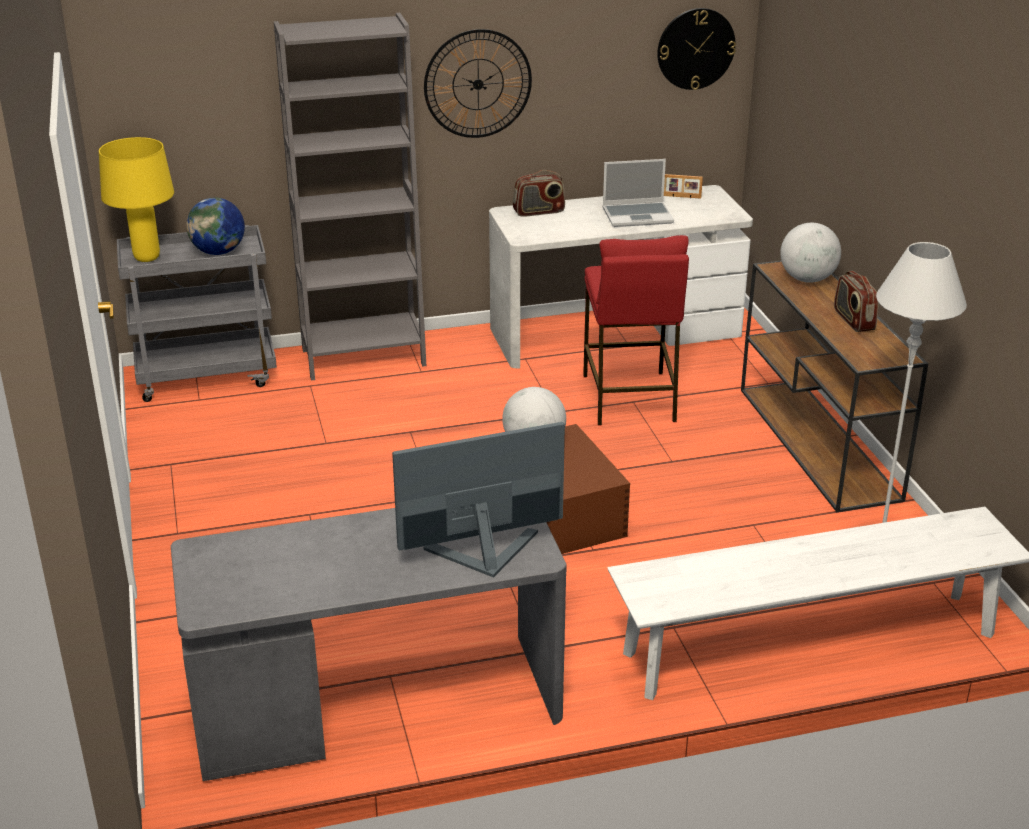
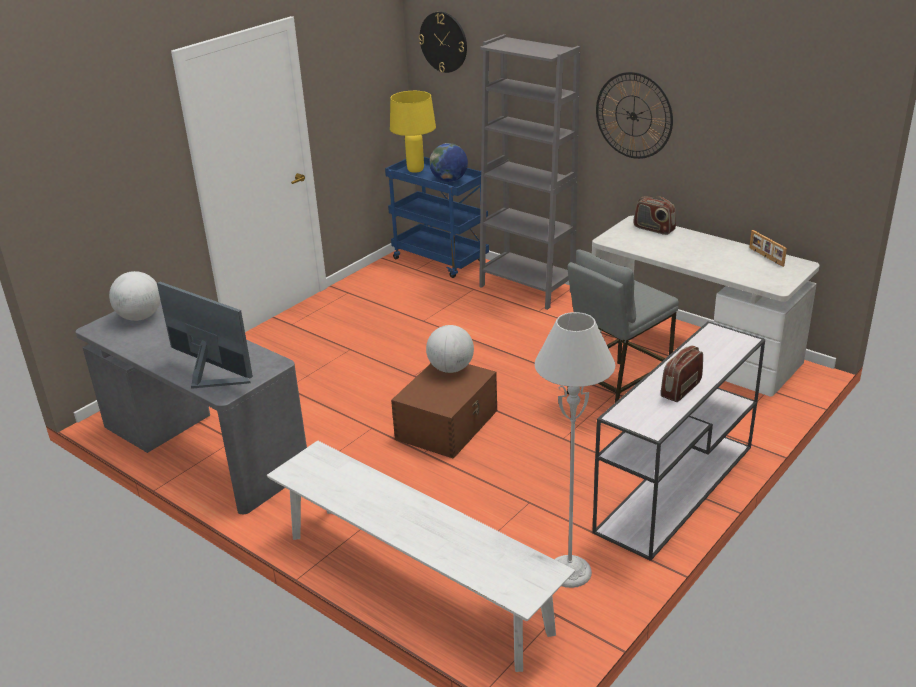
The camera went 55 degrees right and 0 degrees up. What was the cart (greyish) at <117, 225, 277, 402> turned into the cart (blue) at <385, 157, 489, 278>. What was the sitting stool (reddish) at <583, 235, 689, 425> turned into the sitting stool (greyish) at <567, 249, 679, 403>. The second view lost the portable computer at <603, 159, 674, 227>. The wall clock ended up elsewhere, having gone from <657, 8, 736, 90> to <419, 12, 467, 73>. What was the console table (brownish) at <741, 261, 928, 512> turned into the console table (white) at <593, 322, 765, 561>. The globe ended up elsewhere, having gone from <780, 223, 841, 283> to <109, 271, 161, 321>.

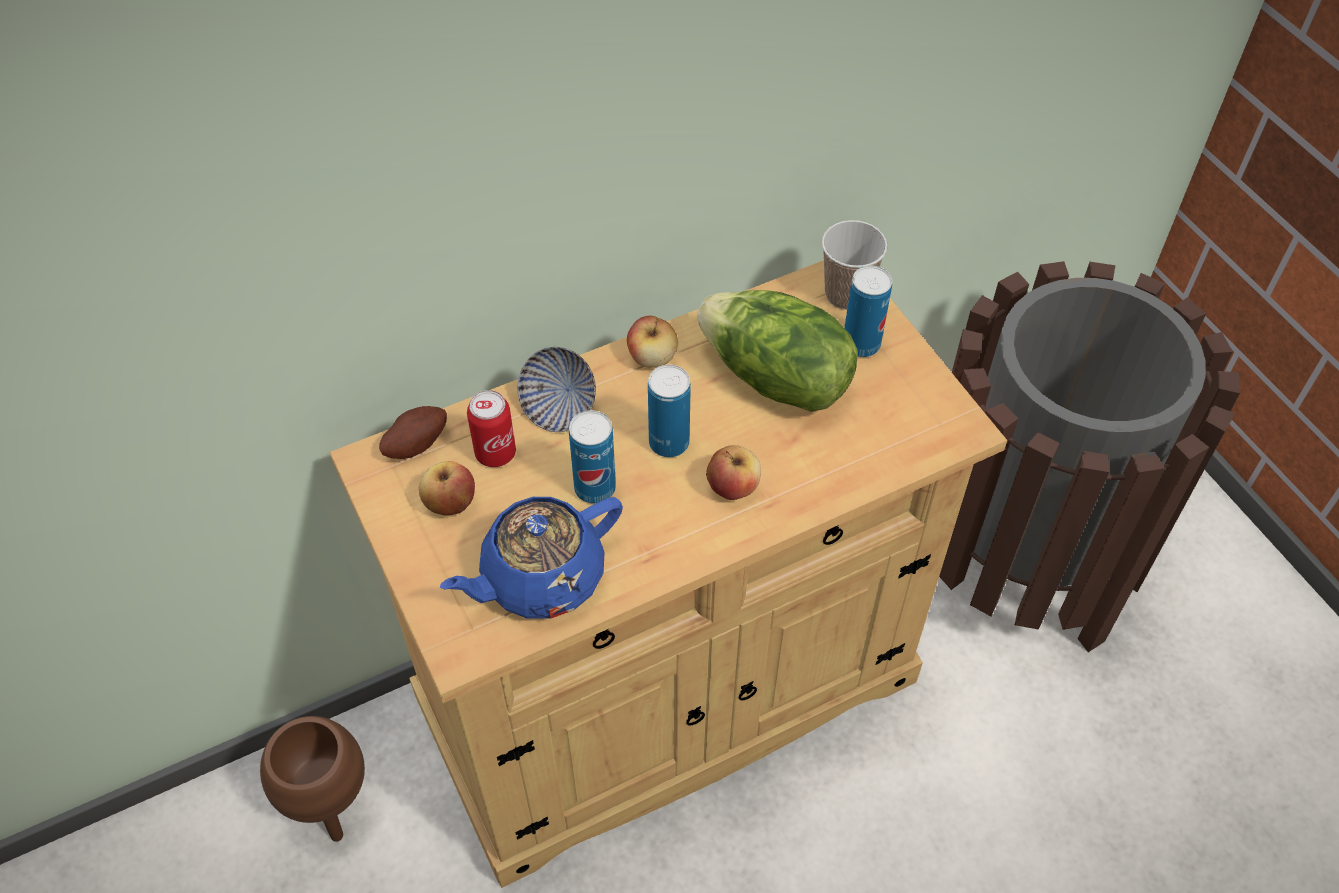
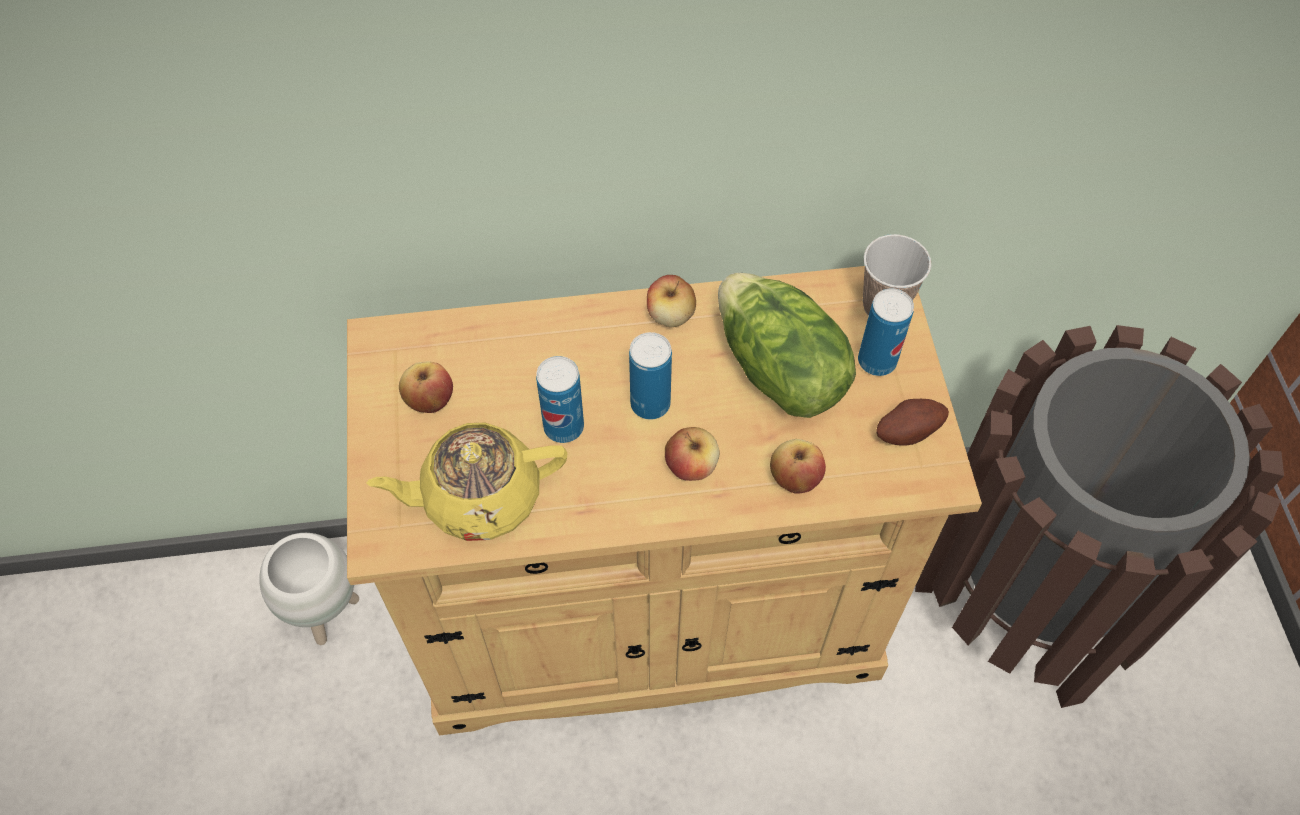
The camera went 20 degrees right and 5 degrees up. What was the flower pot (brownish) at <260, 716, 365, 842> turned into the flower pot (white) at <259, 533, 359, 645>. The potato ended up elsewhere, having gone from <379, 406, 447, 459> to <876, 399, 949, 446>. What was the pot for tea (blue) at <440, 497, 623, 619> turned into the pot for tea (yellow) at <366, 423, 567, 541>. The second view lost the can at <467, 390, 516, 467>. The second view lost the serving bowl at <517, 347, 596, 432>. The second view gained the whole apple at <770, 439, 826, 494>.

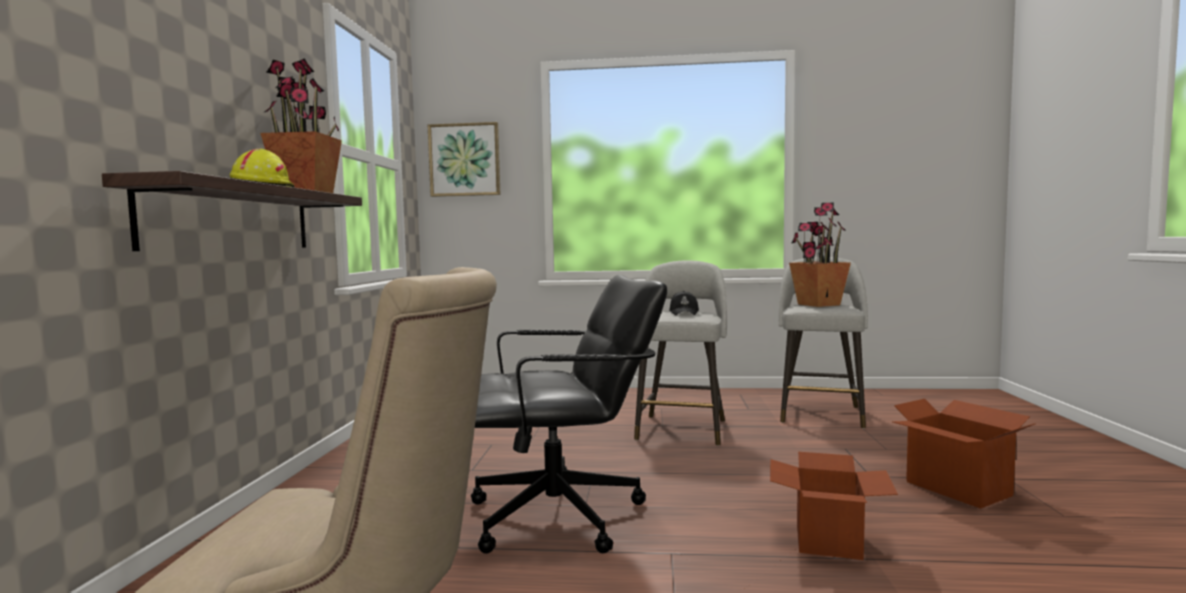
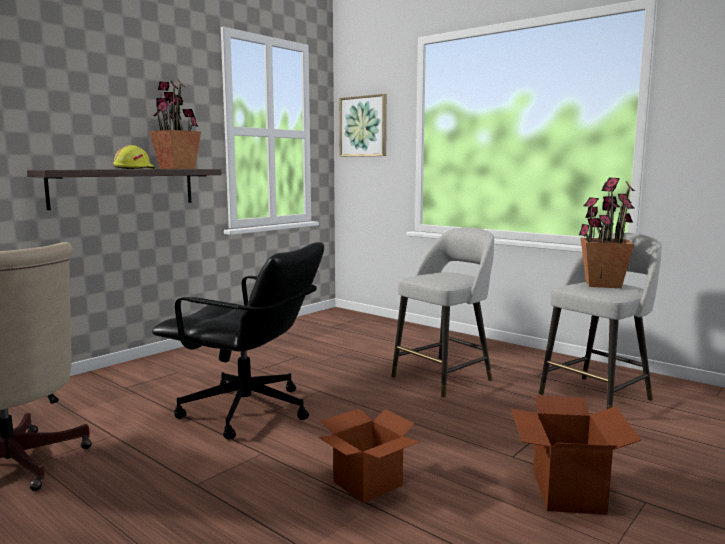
The camera went 35 degrees right and 5 degrees up. The second view lost the baseball cap (blackish) at <669, 291, 699, 315>.

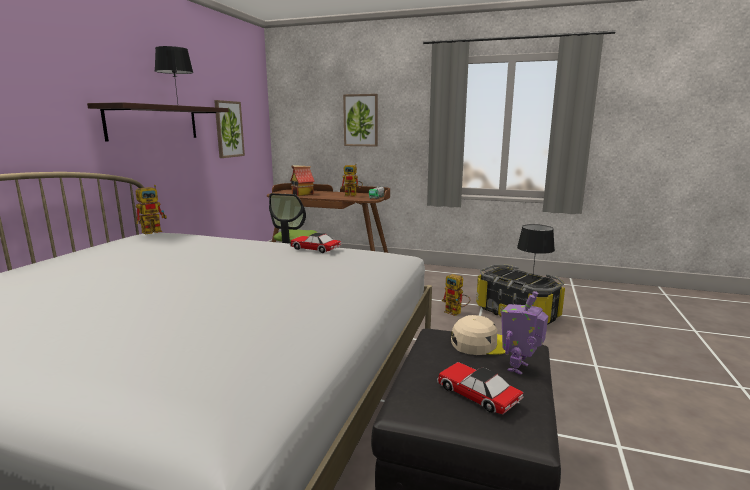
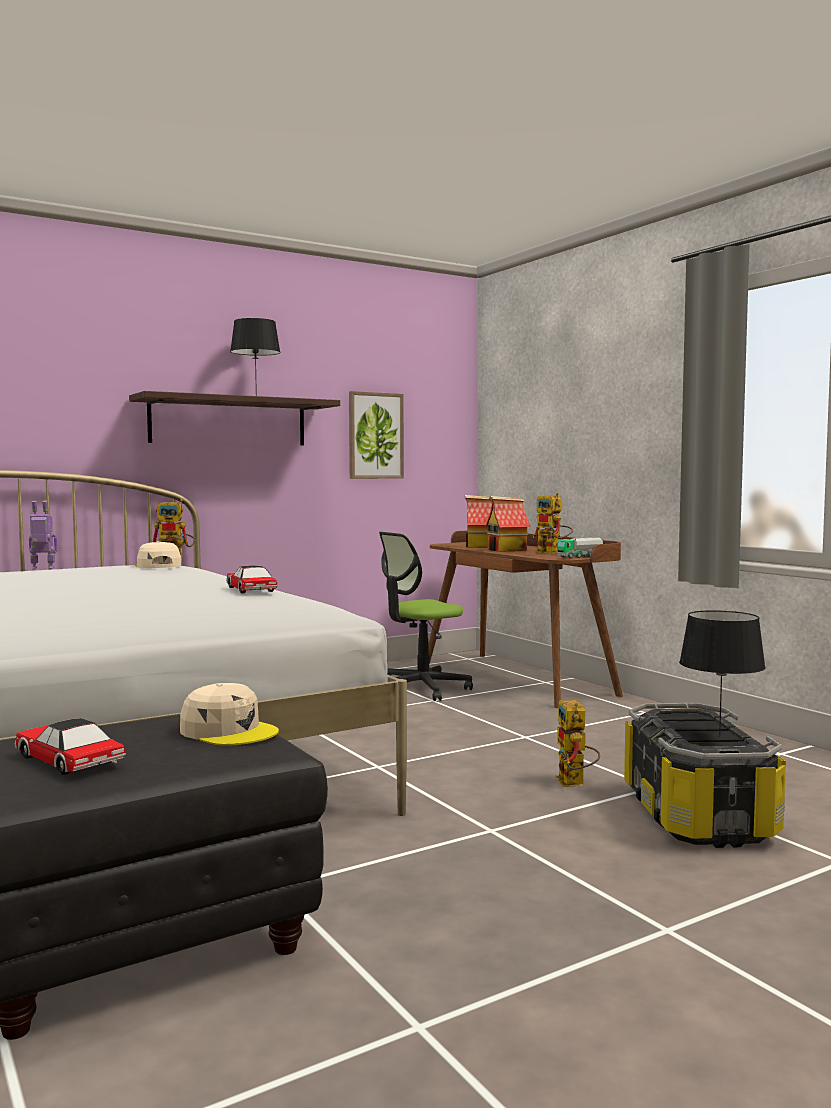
The camera went 40 degrees right and 10 degrees down. The second view lost the wall art at <343, 94, 378, 147>. The model car at <437, 362, 524, 414> ended up facing another way, 45 degrees counterclockwise from before. The robot figure ended up elsewhere, having gone from <501, 291, 548, 375> to <29, 501, 57, 569>. The second view gained the baseball cap (beige) at <136, 541, 181, 568>. The second view gained the toy house at <486, 496, 530, 552>.

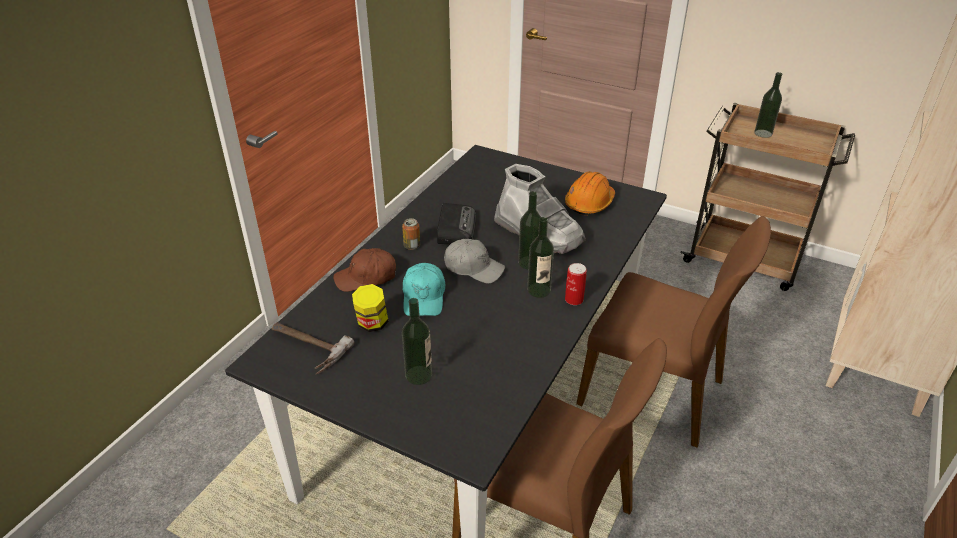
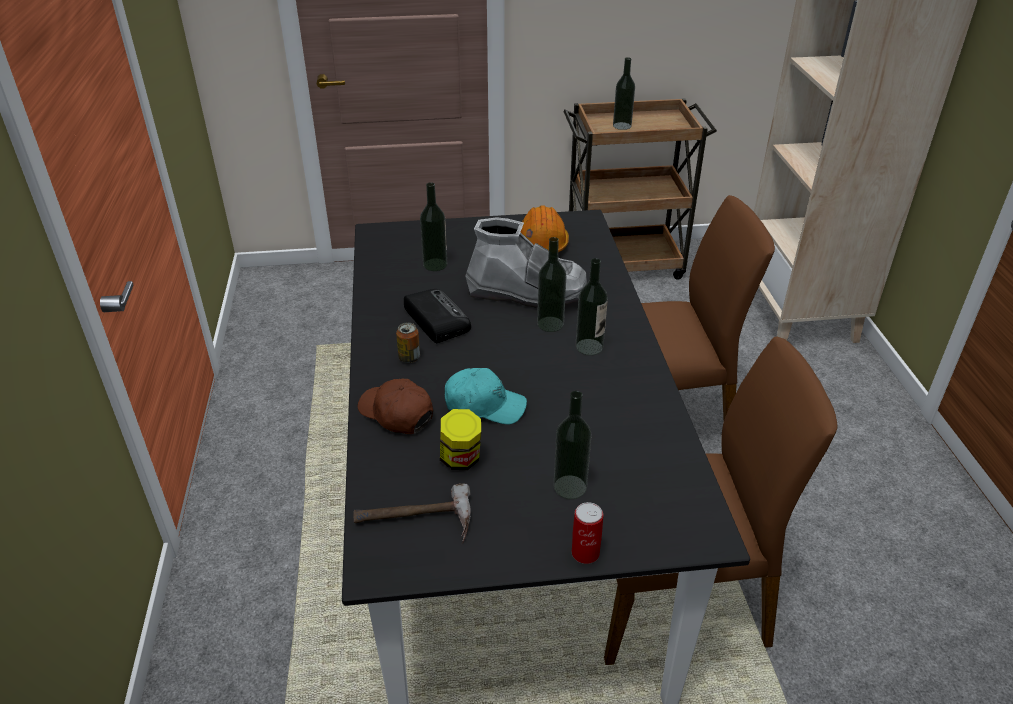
The camera went 35 degrees left and 0 degrees up. The baseball cap (brownish) at <333, 248, 396, 292> ended up facing another way, 90 degrees clockwise from before. The baseball cap (turquoise-coloured) at <403, 263, 445, 316> ended up facing another way, 45 degrees counterclockwise from before. The second view lost the baseball cap (greyish) at <444, 239, 505, 284>. The can ended up elsewhere, having gone from <565, 263, 587, 305> to <572, 502, 603, 564>. The second view gained the drink bottle at <420, 182, 447, 271>.

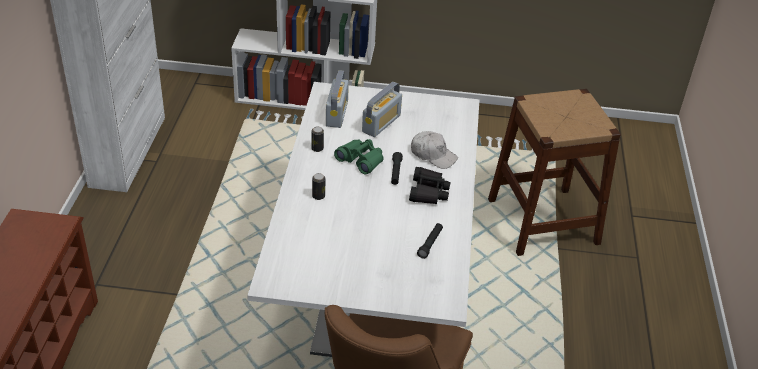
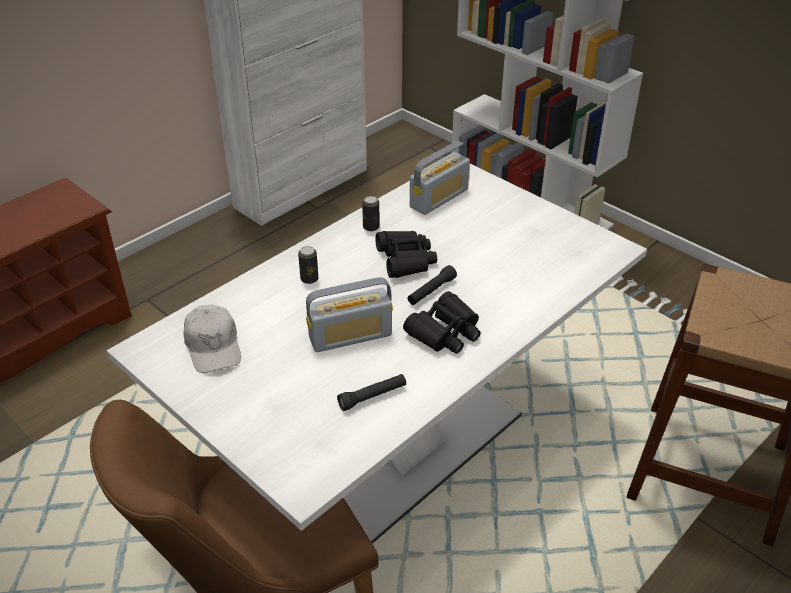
The camera went 40 degrees right and 0 degrees up. What was the pair of binoculars (greenish) at <334, 139, 384, 175> turned into the pair of binoculars (blackish) at <375, 231, 437, 278>. The radio receiver ended up elsewhere, having gone from <362, 82, 402, 137> to <306, 277, 393, 352>. The baseball cap (white) ended up elsewhere, having gone from <411, 131, 458, 169> to <183, 305, 241, 373>.

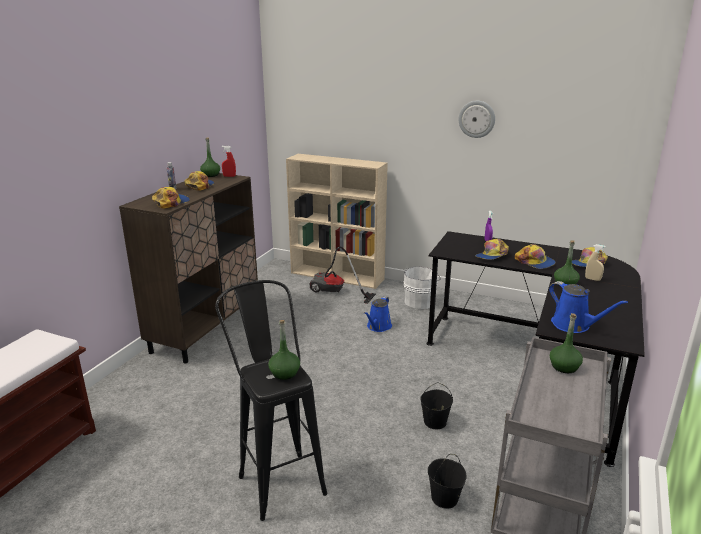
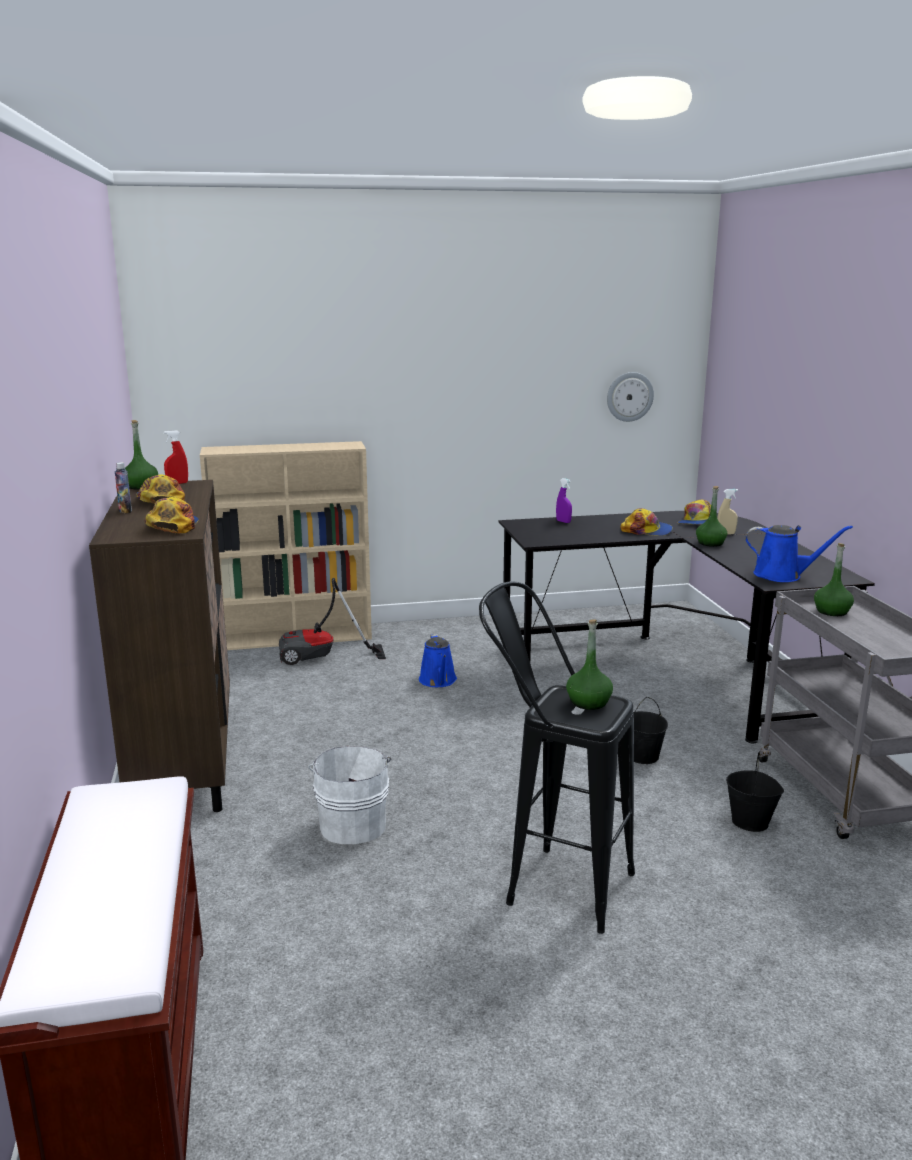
The camera went 35 degrees left and 5 degrees down. The water bucket (white) ended up elsewhere, having gone from <403, 267, 441, 309> to <308, 746, 391, 844>. The wall clock ended up elsewhere, having gone from <458, 101, 495, 138> to <607, 372, 654, 422>. The second view lost the baseball cap at <475, 239, 509, 260>.

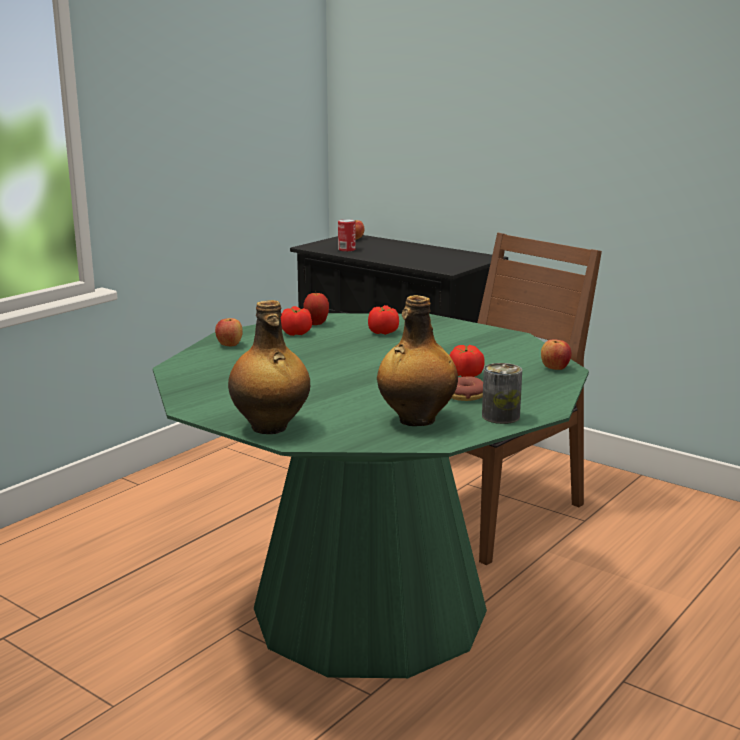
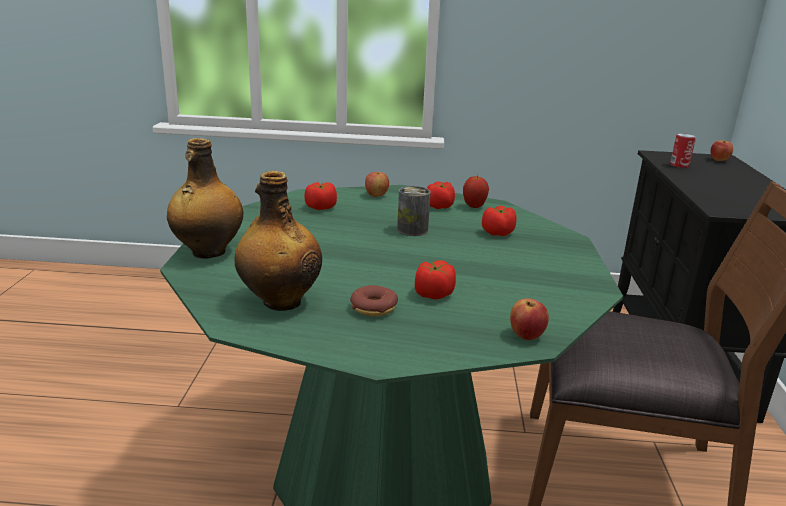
The camera went 55 degrees right and 5 degrees up. The can ended up elsewhere, having gone from <482, 363, 522, 424> to <397, 186, 431, 236>. The second view gained the tomato at <304, 182, 337, 210>.

